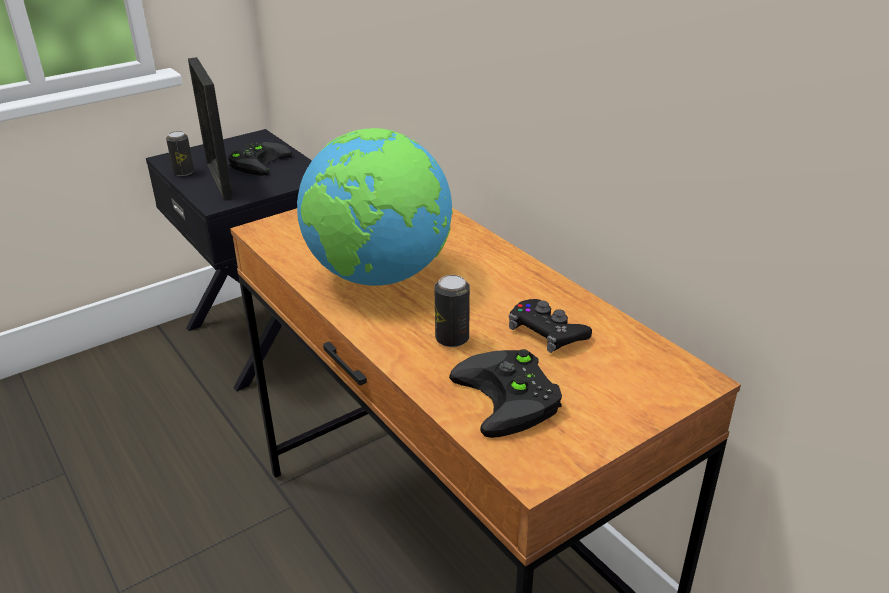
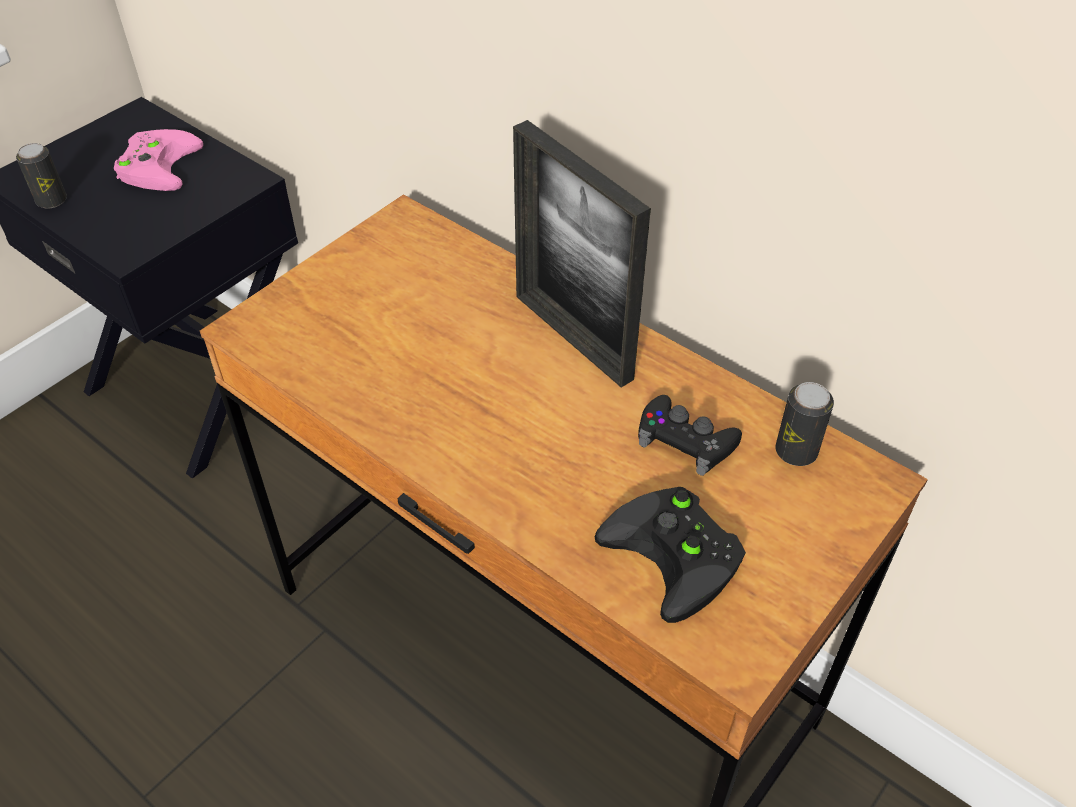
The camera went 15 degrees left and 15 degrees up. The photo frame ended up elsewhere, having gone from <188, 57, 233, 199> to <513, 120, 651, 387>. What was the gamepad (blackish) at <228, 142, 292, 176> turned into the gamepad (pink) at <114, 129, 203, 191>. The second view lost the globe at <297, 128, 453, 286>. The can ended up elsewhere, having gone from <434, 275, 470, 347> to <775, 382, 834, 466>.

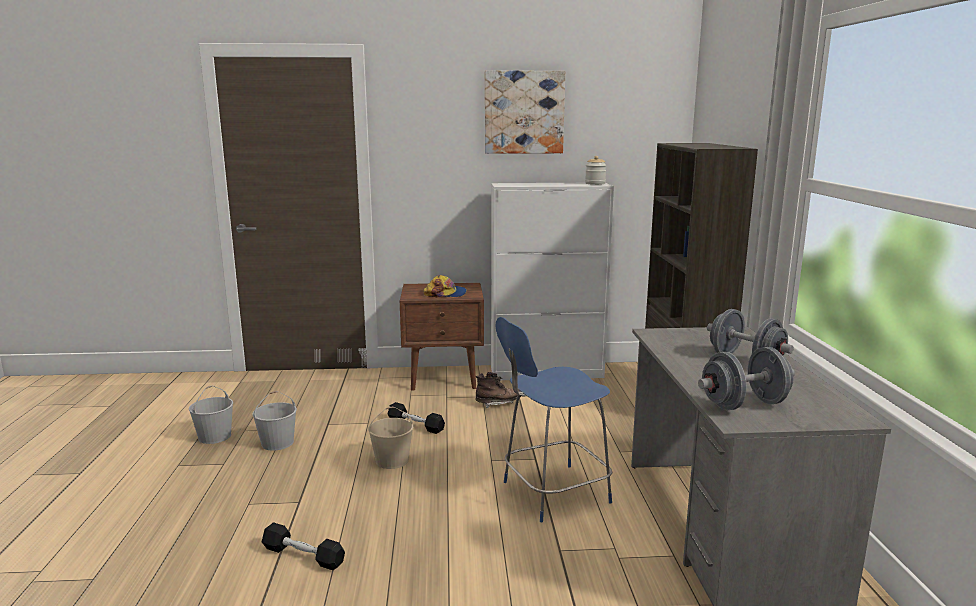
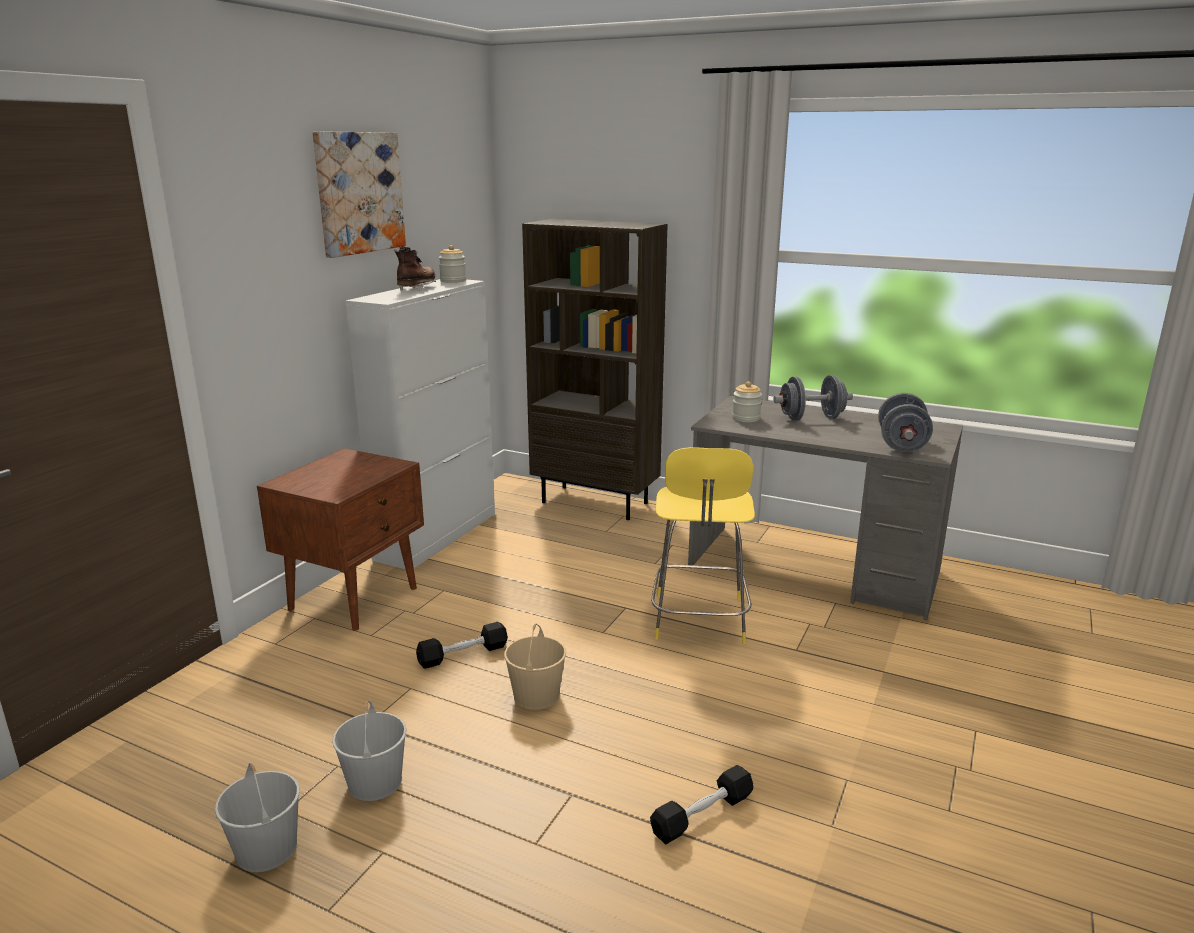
The camera went 60 degrees left and 5 degrees up. The second view lost the baseball cap at <423, 275, 467, 297>. The boot (brownish) ended up elsewhere, having gone from <476, 372, 521, 409> to <394, 247, 436, 291>. What was the sitting stool (blue) at <495, 317, 612, 522> turned into the sitting stool (yellow) at <651, 447, 755, 644>. The second view gained the storage jar at <732, 382, 762, 422>.

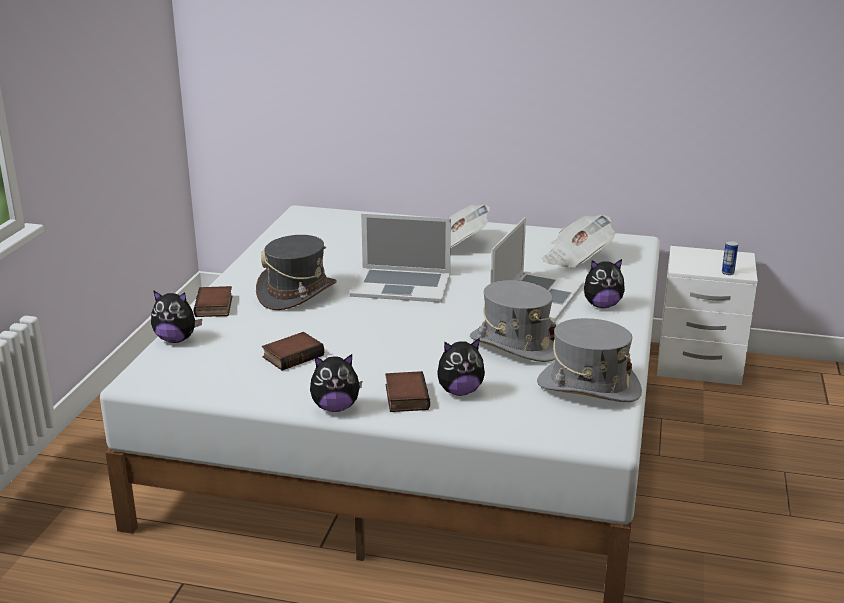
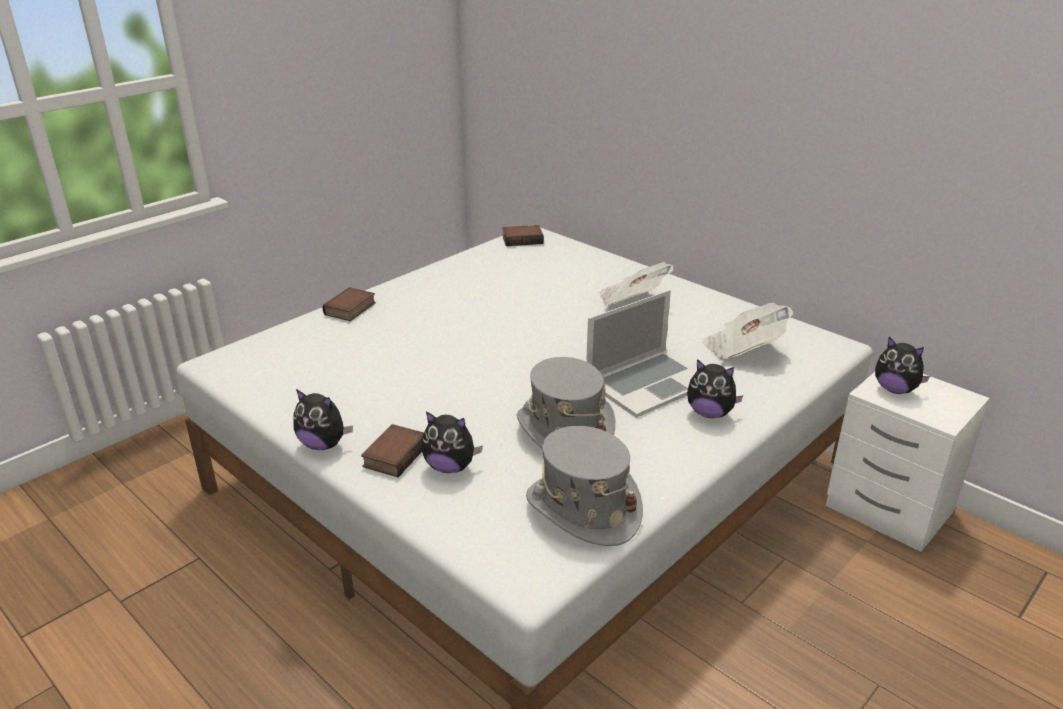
The camera went 30 degrees right and 5 degrees up. The soft toy ended up elsewhere, having gone from <151, 290, 202, 343> to <875, 337, 930, 394>. The second view lost the clothing hat (greyish) at <256, 235, 337, 310>. The volume ended up elsewhere, having gone from <262, 332, 324, 371> to <502, 225, 544, 246>. The second view lost the portable computer at <350, 214, 451, 303>. The second view lost the can at <722, 241, 738, 275>.

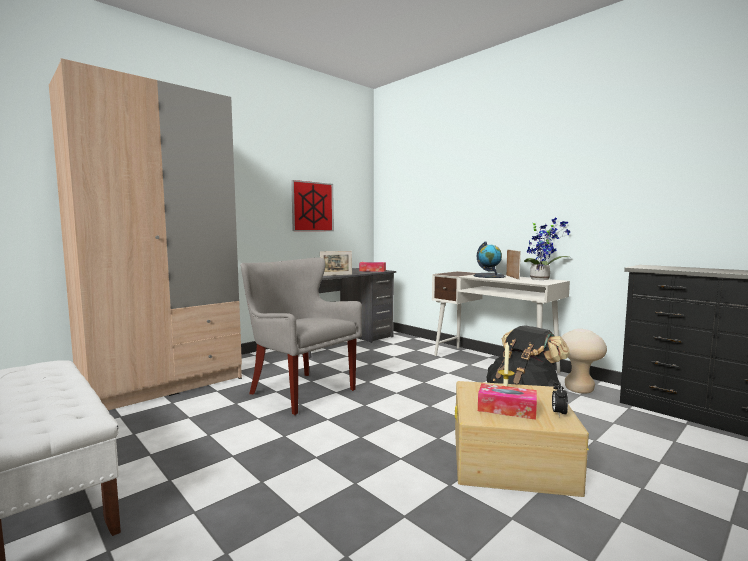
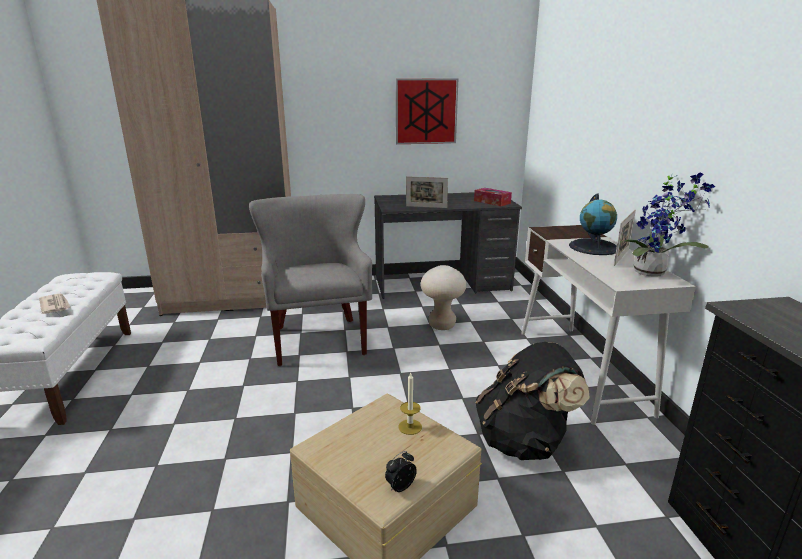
The camera went 35 degrees right and 15 degrees up. The second view lost the tissue holder at <478, 383, 537, 420>. The sitting stool (beige) ended up elsewhere, having gone from <562, 329, 607, 394> to <421, 265, 466, 330>. The second view gained the daily paper at <39, 294, 71, 314>.

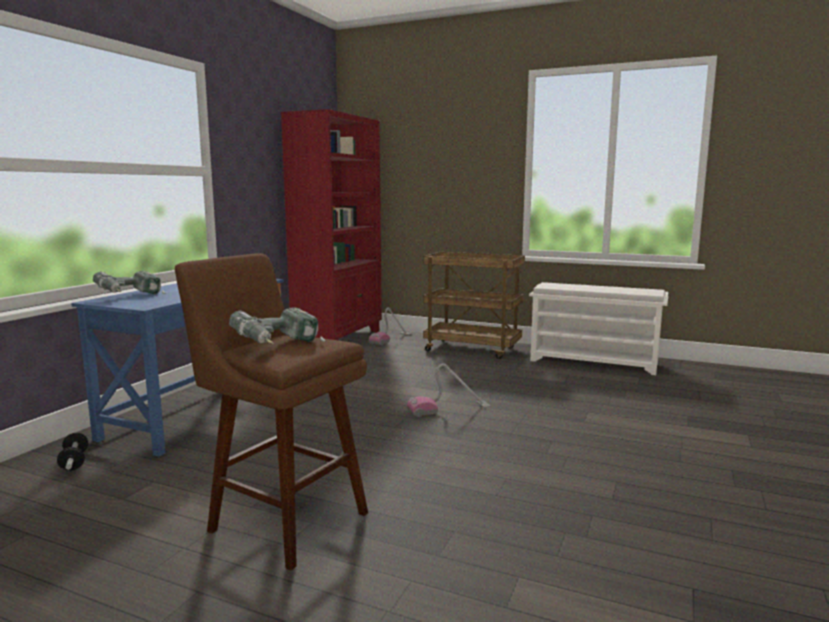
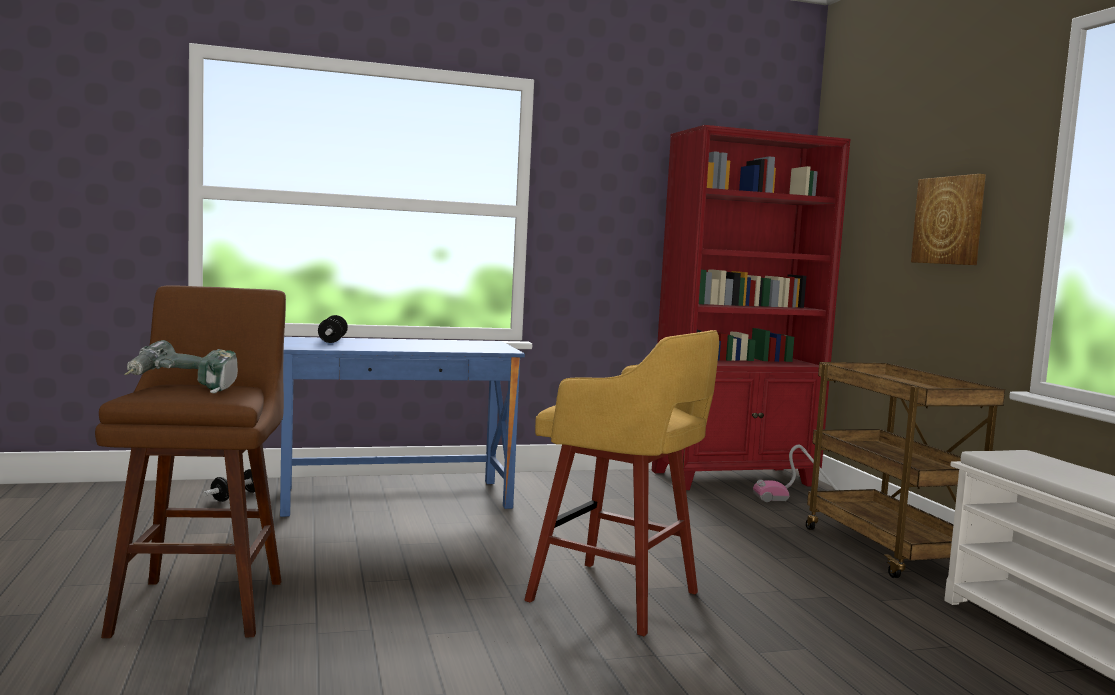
The camera went 50 degrees right and 5 degrees down. Where the power drill stood at <93, 271, 165, 294>, the hand weight came to stand at <318, 315, 348, 343>. Where the hoover stood at <407, 363, 491, 417>, the sitting stool (yellow) came to stand at <524, 330, 719, 636>. The second view gained the wall art at <911, 174, 986, 265>.

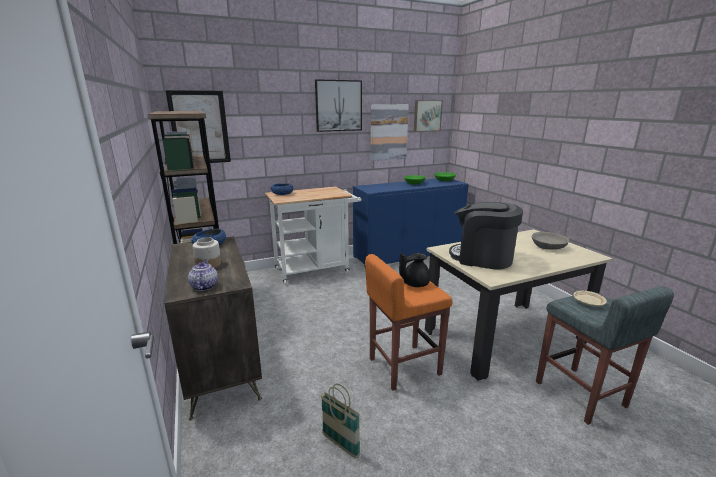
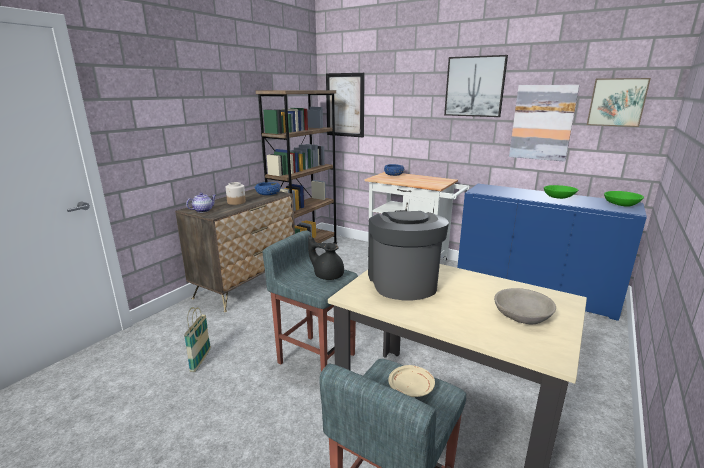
The camera went 55 degrees right and 0 degrees up. What was the sitting stool (orangey) at <365, 254, 453, 391> turned into the sitting stool (greyish) at <263, 230, 358, 372>.

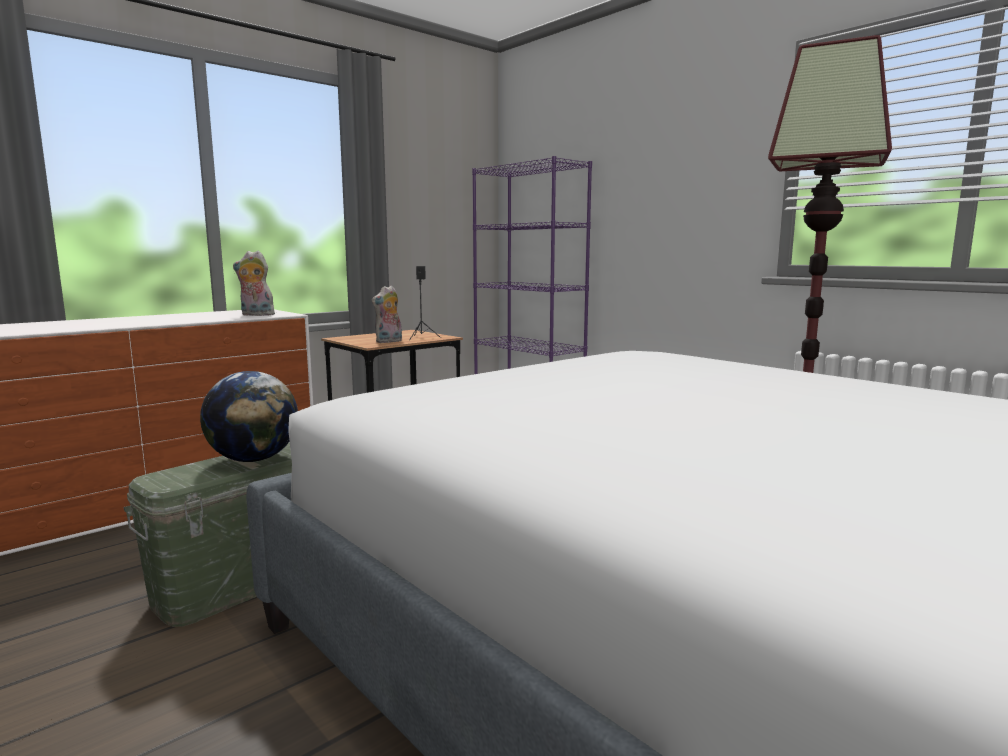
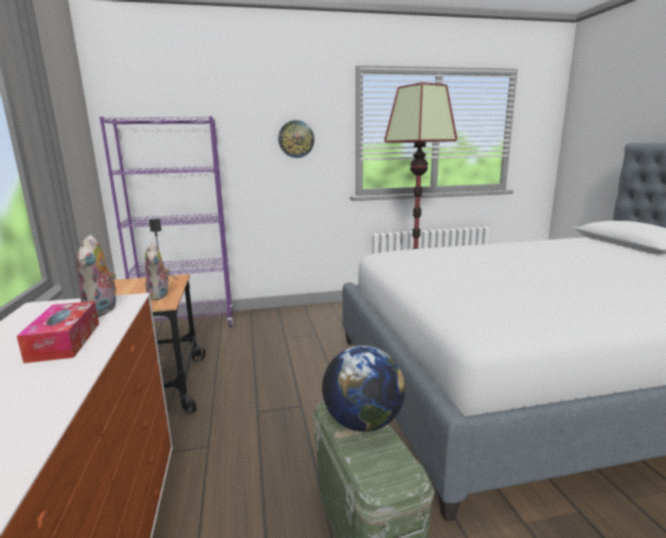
The camera went 60 degrees left and 5 degrees up. The soft toy at <233, 251, 277, 316> ended up facing another way, 45 degrees counterclockwise from before. The second view gained the tissue holder at <17, 301, 99, 363>. The second view gained the wall clock at <278, 120, 314, 158>.

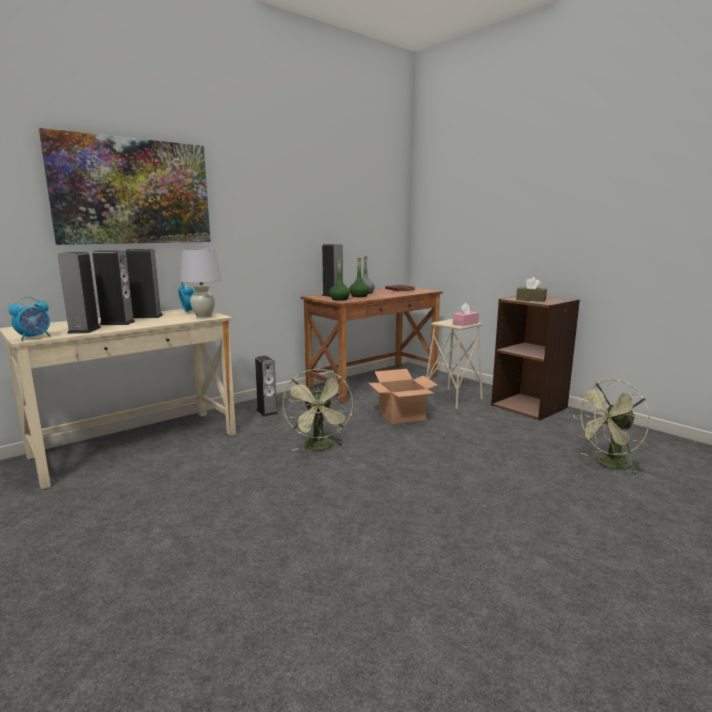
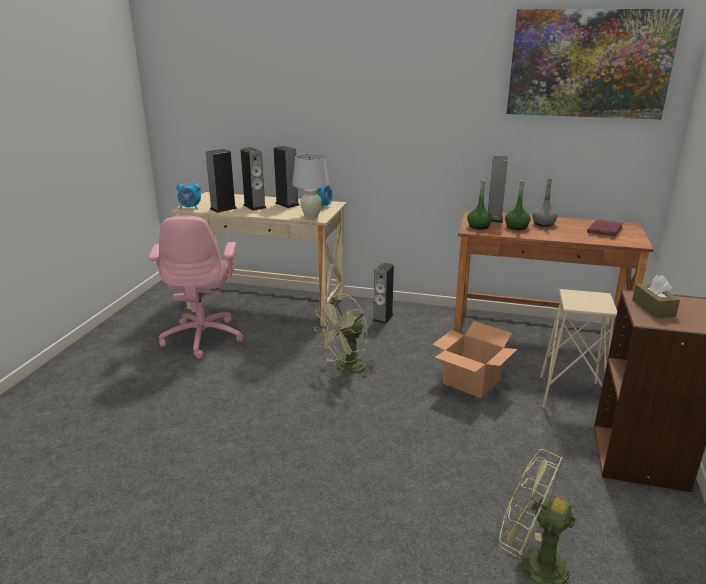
The camera went 55 degrees right and 10 degrees up. The wall art ended up elsewhere, having gone from <39, 128, 211, 245> to <507, 9, 684, 120>. The second view lost the tissue holder (pink) at <453, 303, 479, 326>. The second view gained the office chair (pink) at <149, 216, 244, 359>.

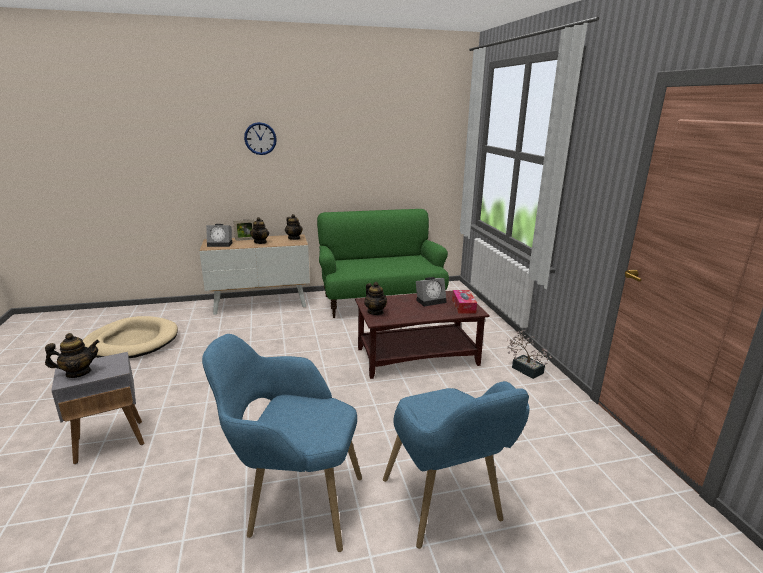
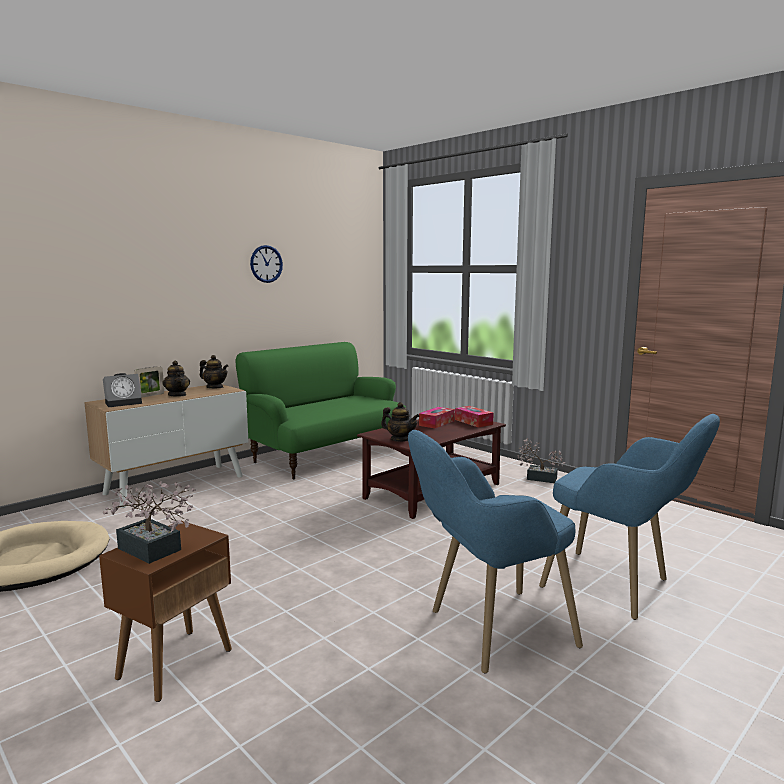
The camera went 30 degrees left and 10 degrees down. Where the pot for tea stood at <45, 333, 100, 378>, the potted plant came to stand at <103, 481, 196, 564>. What was the accent table (greyish) at <51, 352, 144, 464> turned into the accent table (brownish) at <99, 521, 232, 702>. The wall clock ended up elsewhere, having gone from <244, 122, 277, 155> to <250, 245, 283, 283>. Where the alarm clock stood at <416, 277, 447, 307>, the tissue holder came to stand at <419, 407, 455, 429>.

